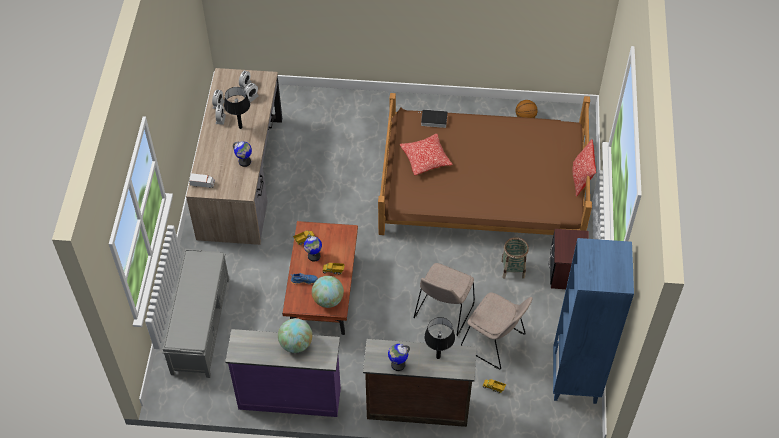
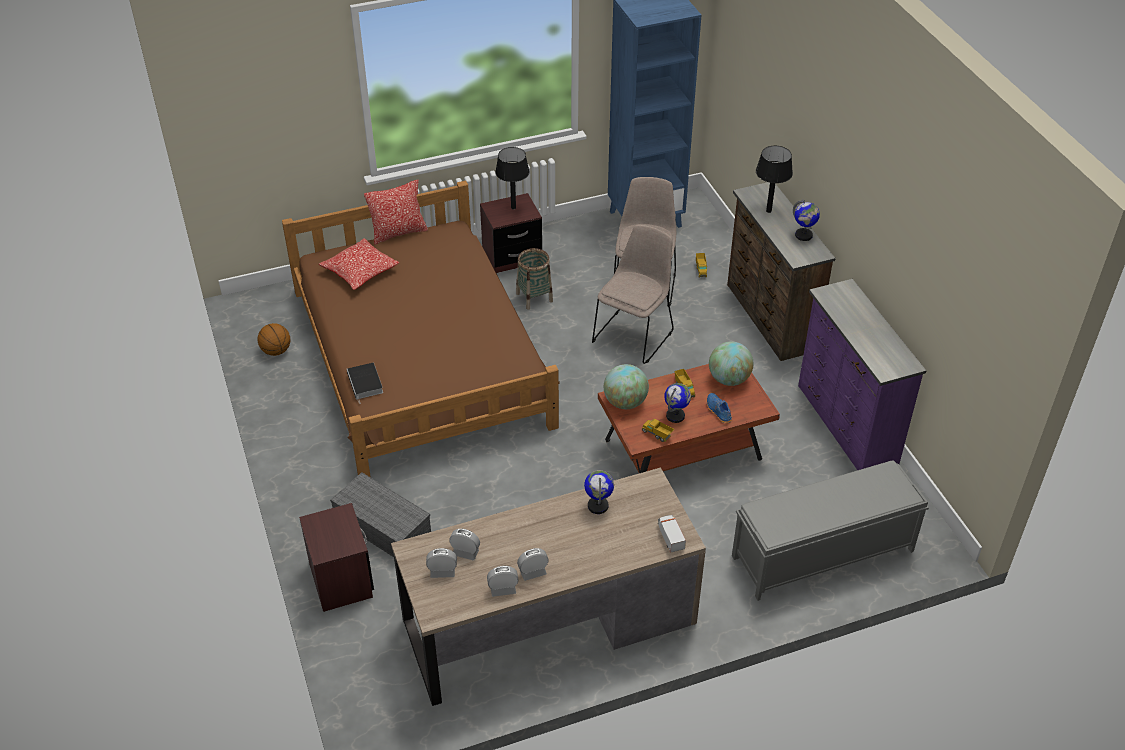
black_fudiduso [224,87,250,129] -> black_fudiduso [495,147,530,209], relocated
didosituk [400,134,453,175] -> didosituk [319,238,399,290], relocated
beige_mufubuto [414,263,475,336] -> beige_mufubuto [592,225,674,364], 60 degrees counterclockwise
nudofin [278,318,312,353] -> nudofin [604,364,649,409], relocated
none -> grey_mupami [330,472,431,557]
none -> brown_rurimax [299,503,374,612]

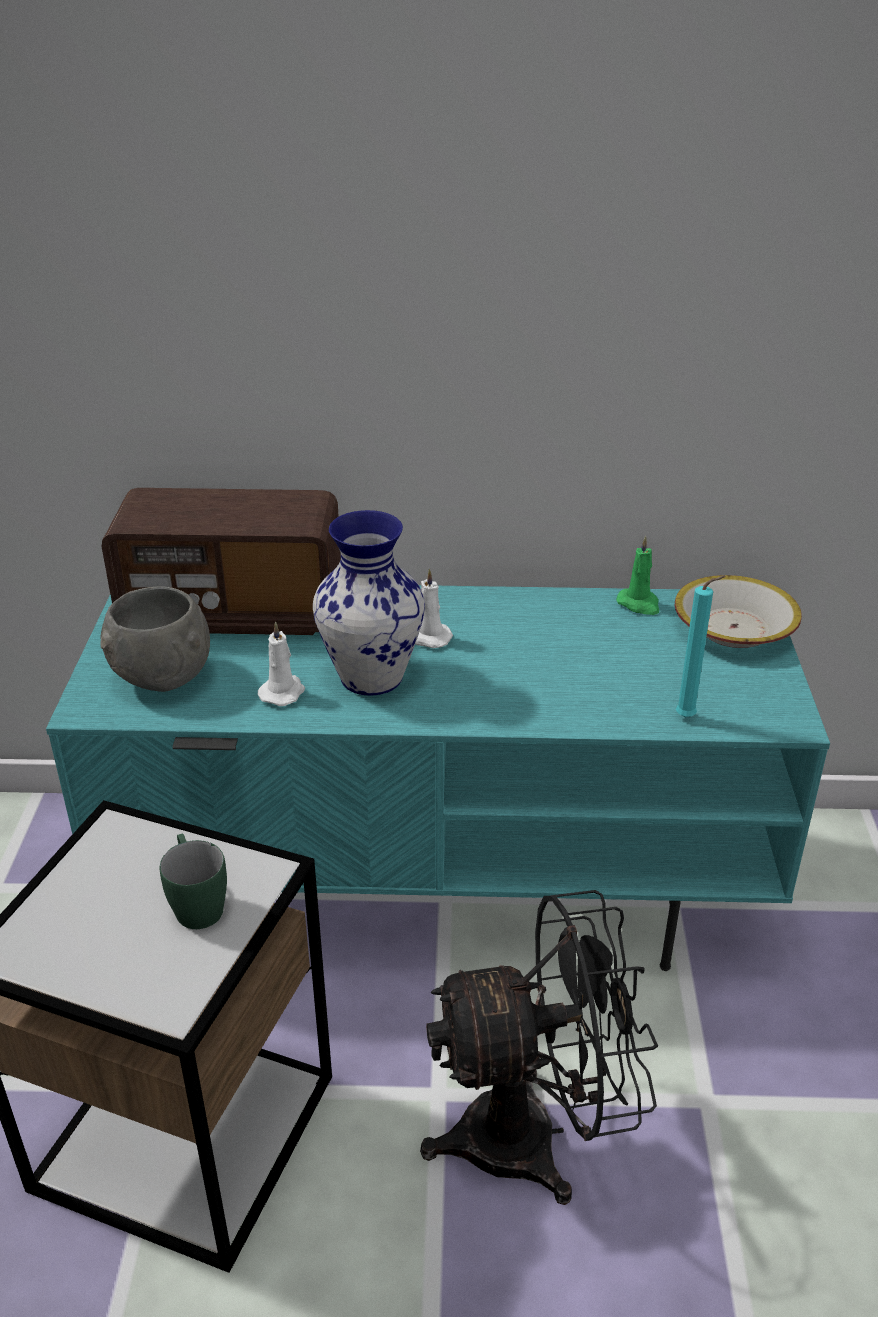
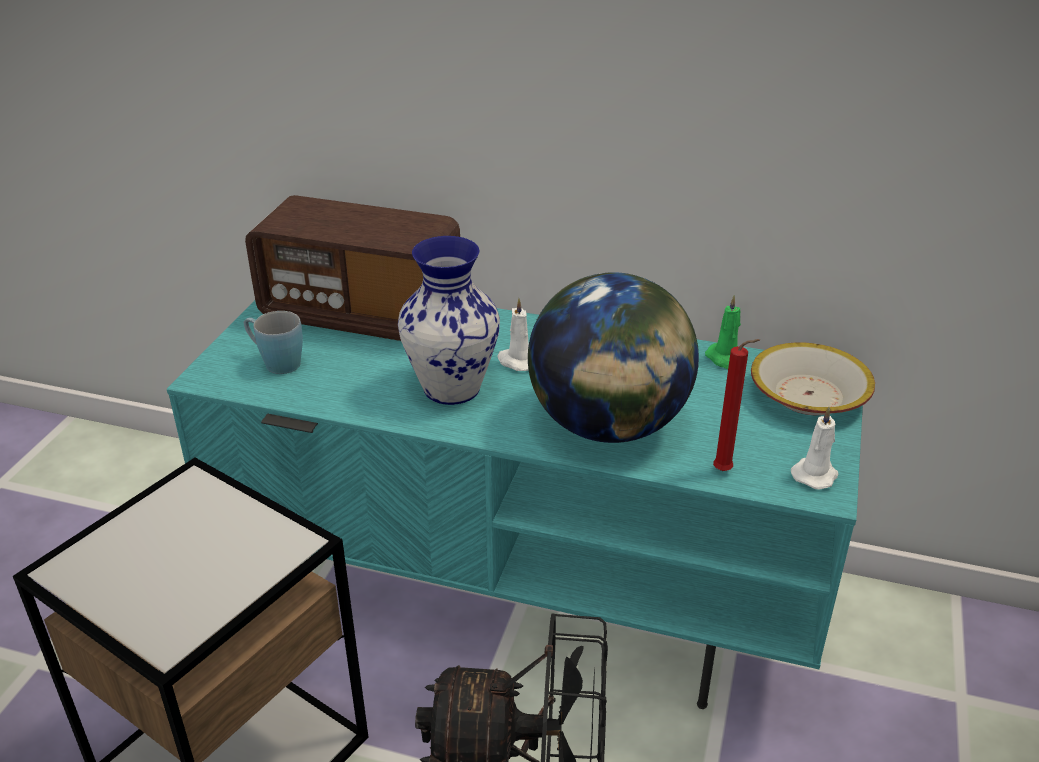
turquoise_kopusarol [676,576,726,717] -> red_kopusarol [713,339,760,471]
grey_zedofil [101,586,210,692] -> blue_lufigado [244,311,303,374]
white_kopusarol [258,622,305,706] -> white_kopusarol [791,407,839,490], relocated
green_lufigado [159,833,227,929] -> none
none -> nudofin [528,272,699,443]

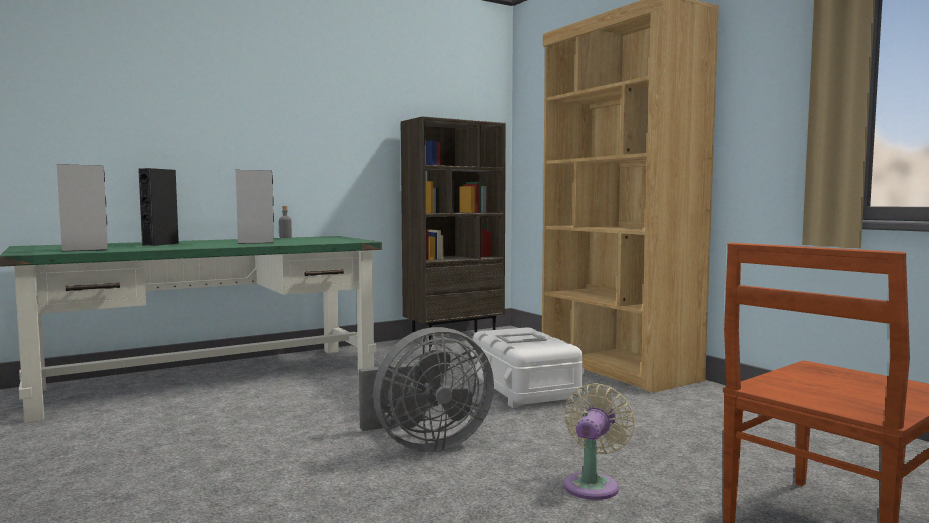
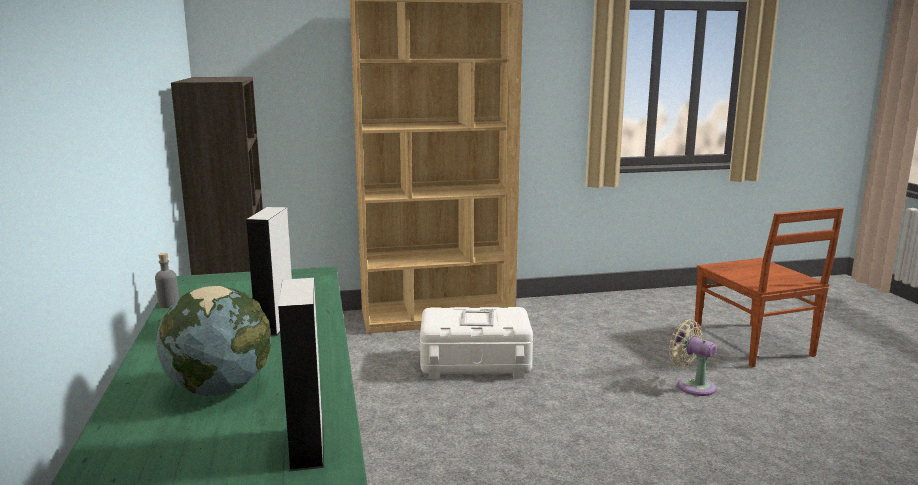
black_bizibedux [138,168,179,246] -> nudofin [156,286,271,396]
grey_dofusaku [359,327,494,452] -> none

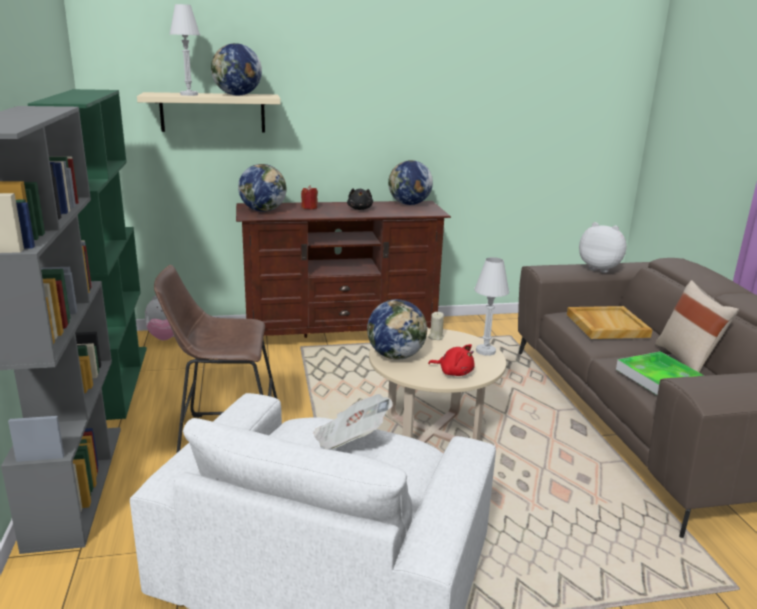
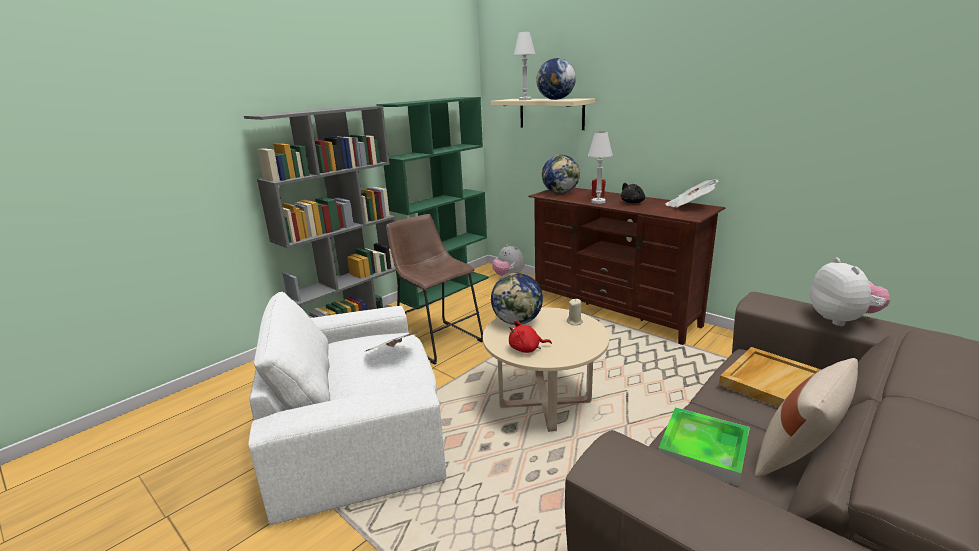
nudofin [388,160,433,205] -> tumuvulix [665,179,719,208]
white_fudiduso [474,257,509,356] -> white_fudiduso [588,131,613,204], relocated
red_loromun [428,344,475,376] -> red_loromun [509,321,552,353], 90 degrees clockwise

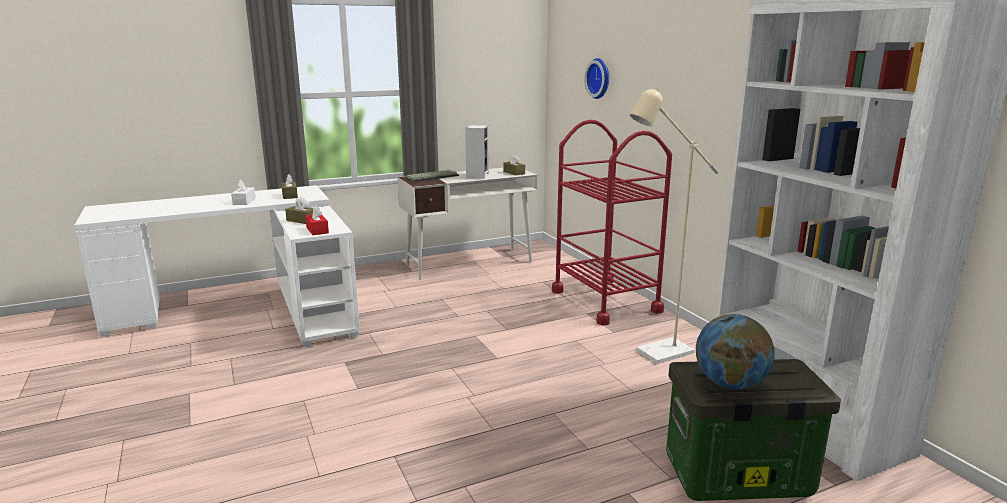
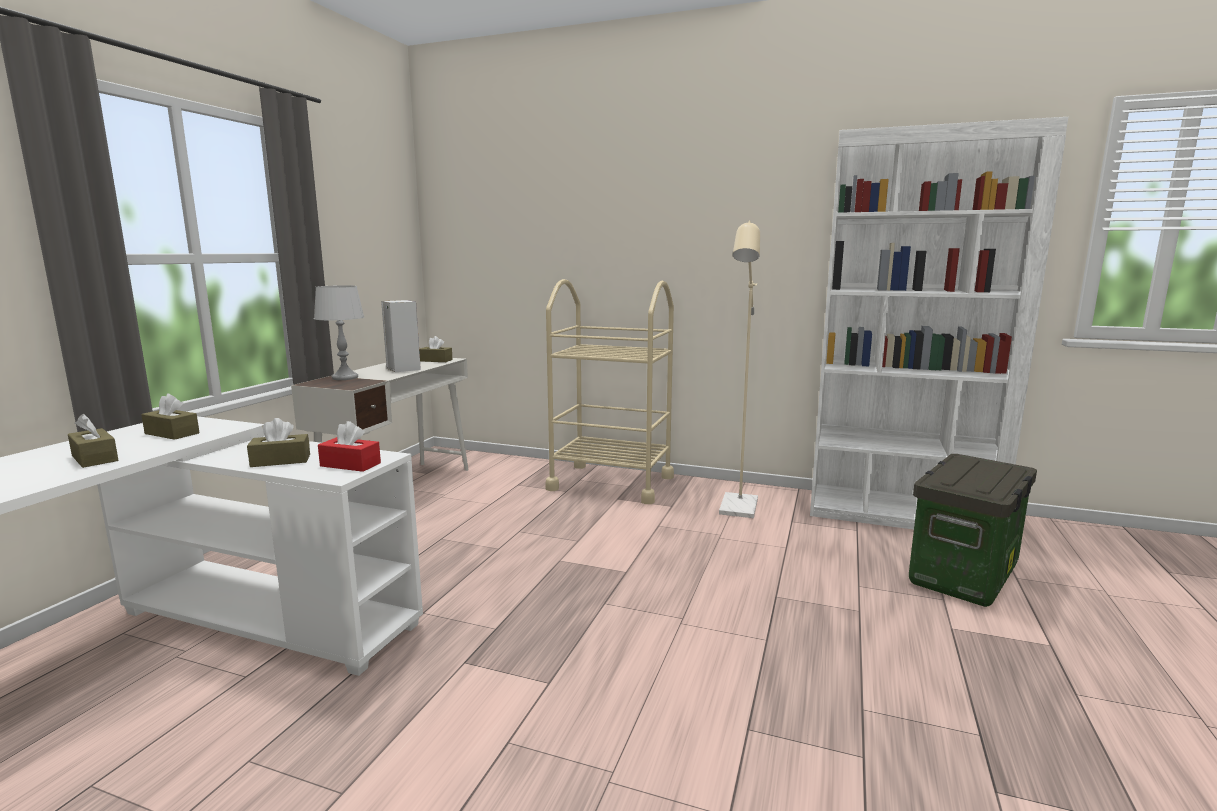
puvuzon [584,58,609,99] -> none
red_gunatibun [552,120,672,325] -> beige_gunatibun [546,279,674,504]
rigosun [405,170,459,182] -> grey_fudiduso [314,285,364,380]
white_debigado [231,179,256,205] -> brown_debigado [68,414,118,468]
nudofin [696,314,775,389] -> none

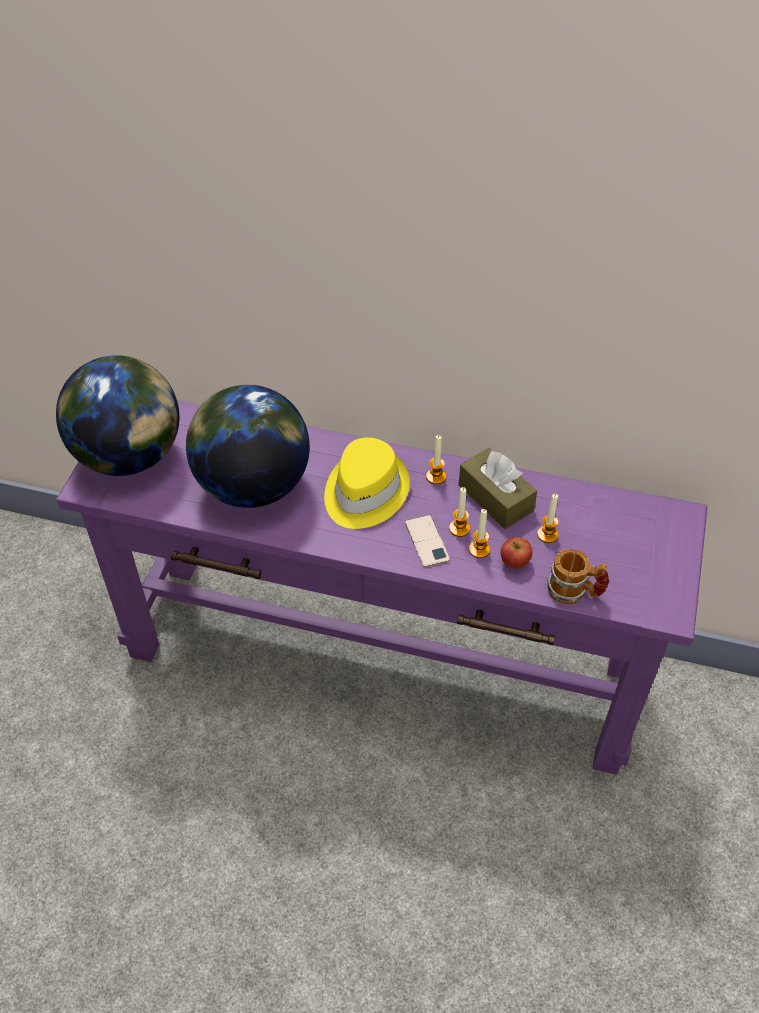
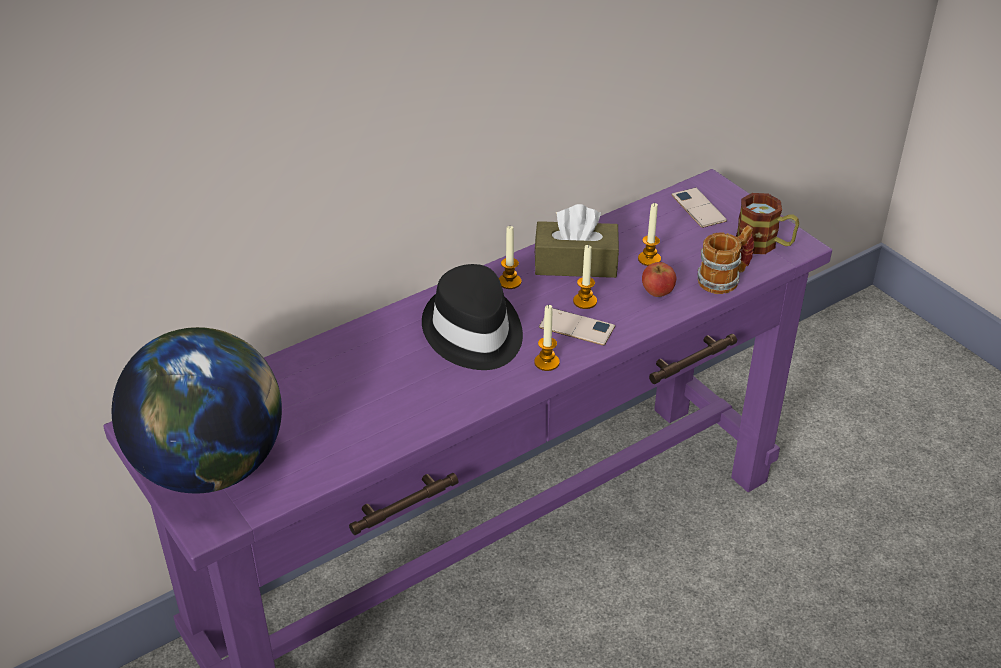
nudofin [186,385,310,508] -> none
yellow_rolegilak [324,438,410,529] -> black_rolegilak [422,264,523,370]
kopusarol [469,509,490,558] -> kopusarol [534,304,560,371], relocated
none -> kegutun [672,188,727,228]
none -> lufigado [736,193,799,254]

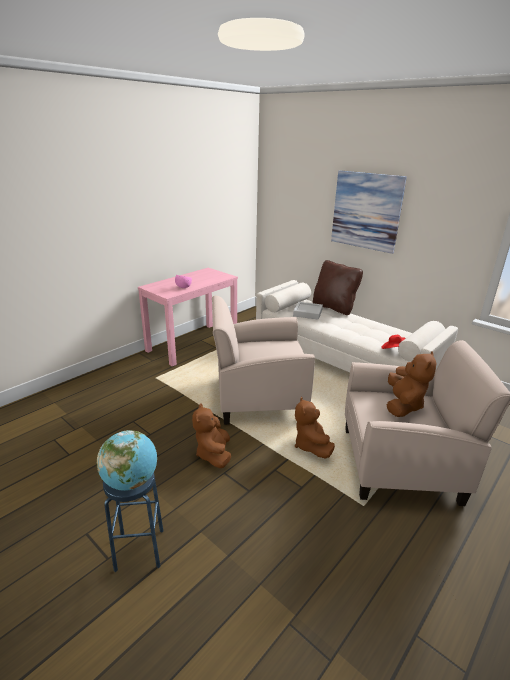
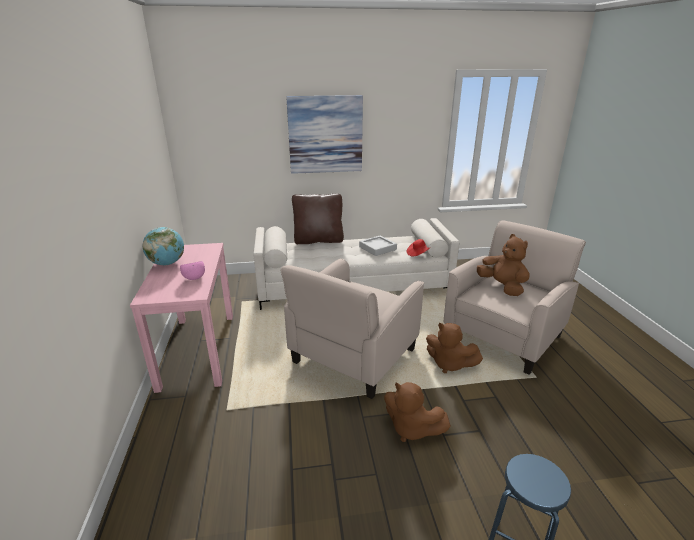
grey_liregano [293,302,323,320] -> grey_liregano [359,235,397,256], relocated
nudofin [97,430,157,491] -> nudofin [142,227,184,266], relocated

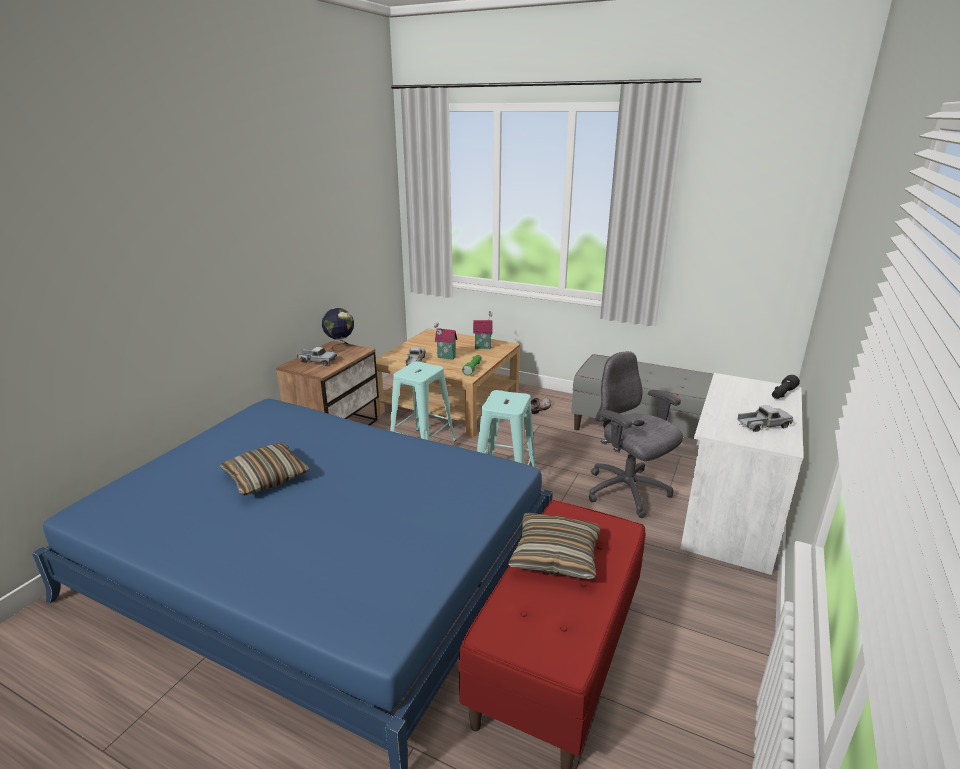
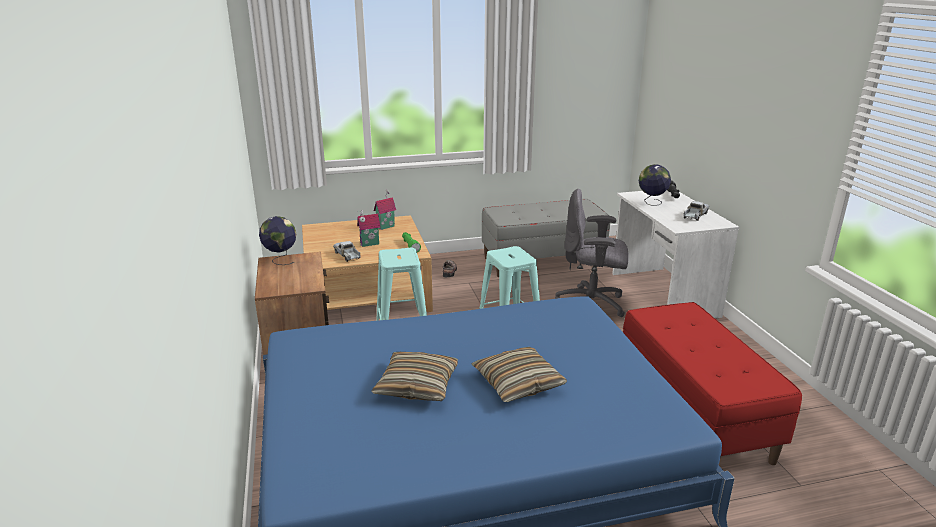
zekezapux [296,347,337,366] -> none
didosituk [508,513,600,580] -> didosituk [471,347,567,402], relocated
none -> nudofin [639,164,671,206]

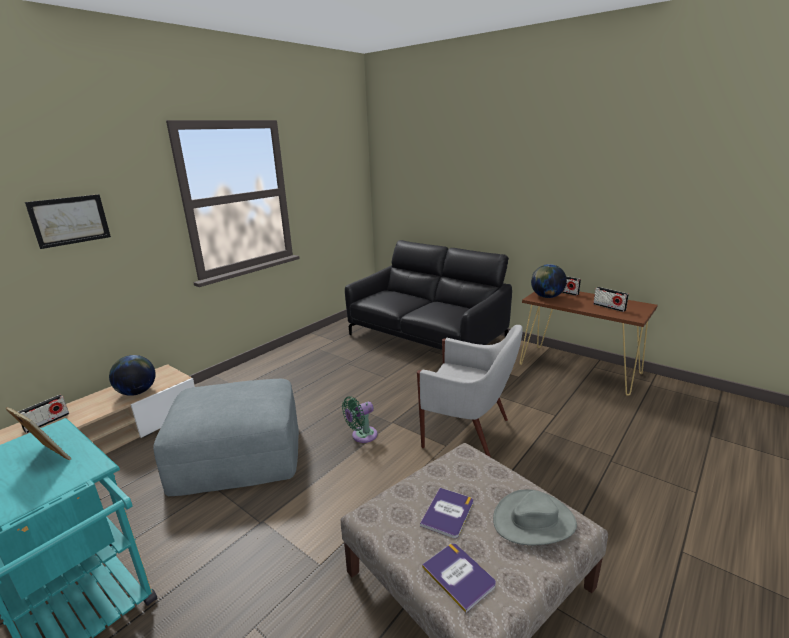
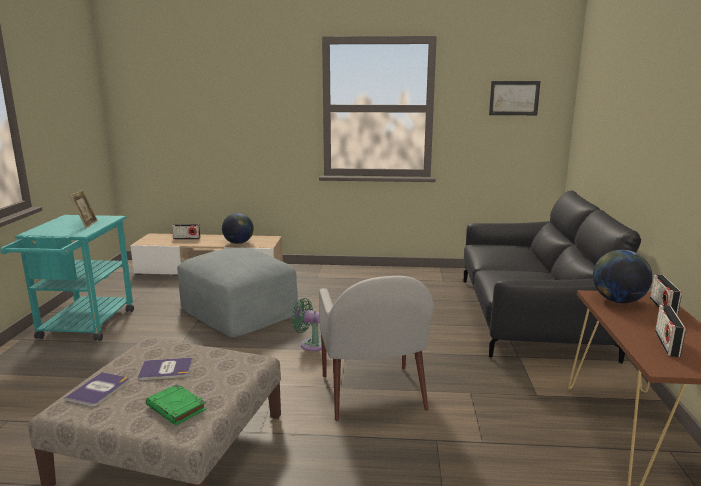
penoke [25,194,111,249] -> penoke [489,81,541,115], relocated
grey_rolegilak [493,489,577,545] -> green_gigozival [146,384,206,425]

